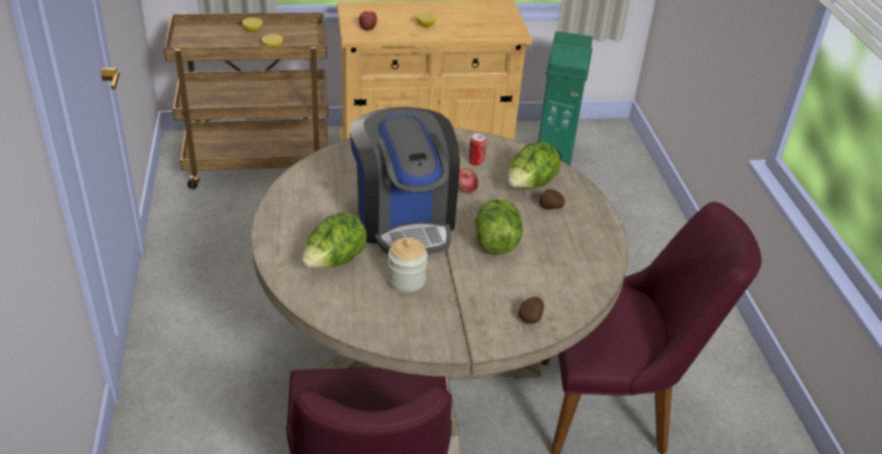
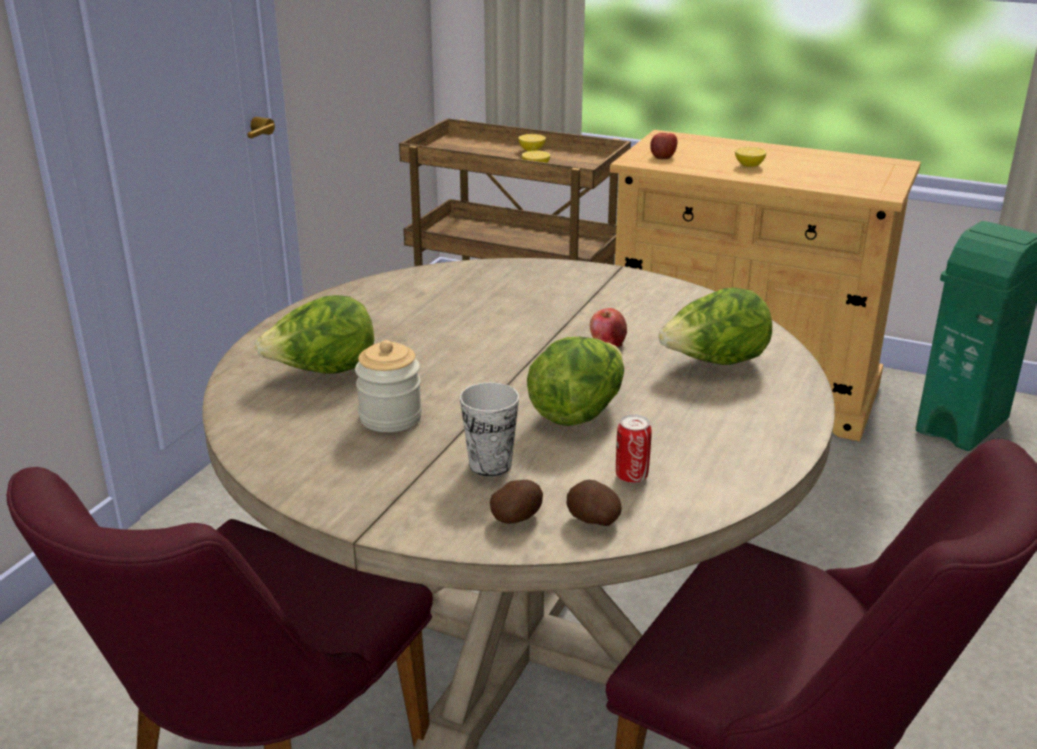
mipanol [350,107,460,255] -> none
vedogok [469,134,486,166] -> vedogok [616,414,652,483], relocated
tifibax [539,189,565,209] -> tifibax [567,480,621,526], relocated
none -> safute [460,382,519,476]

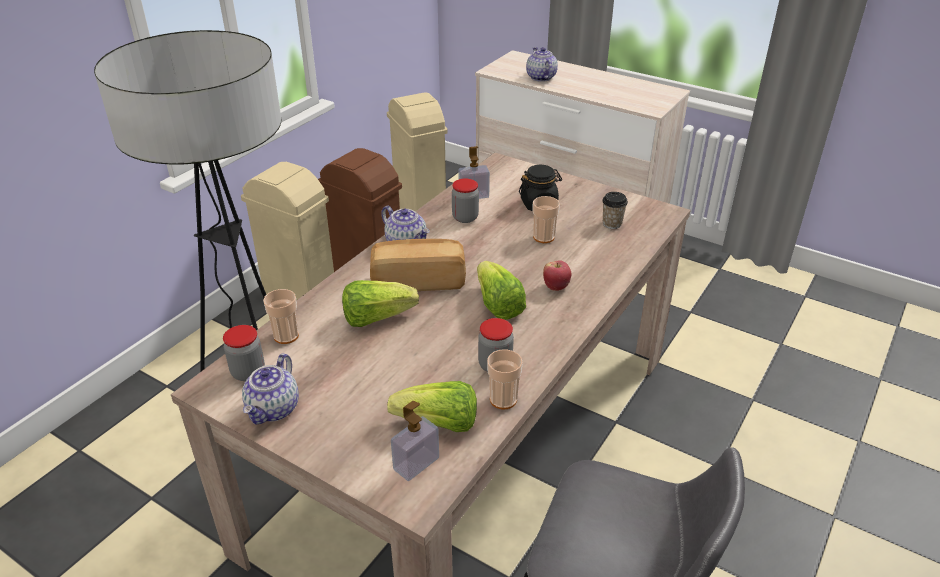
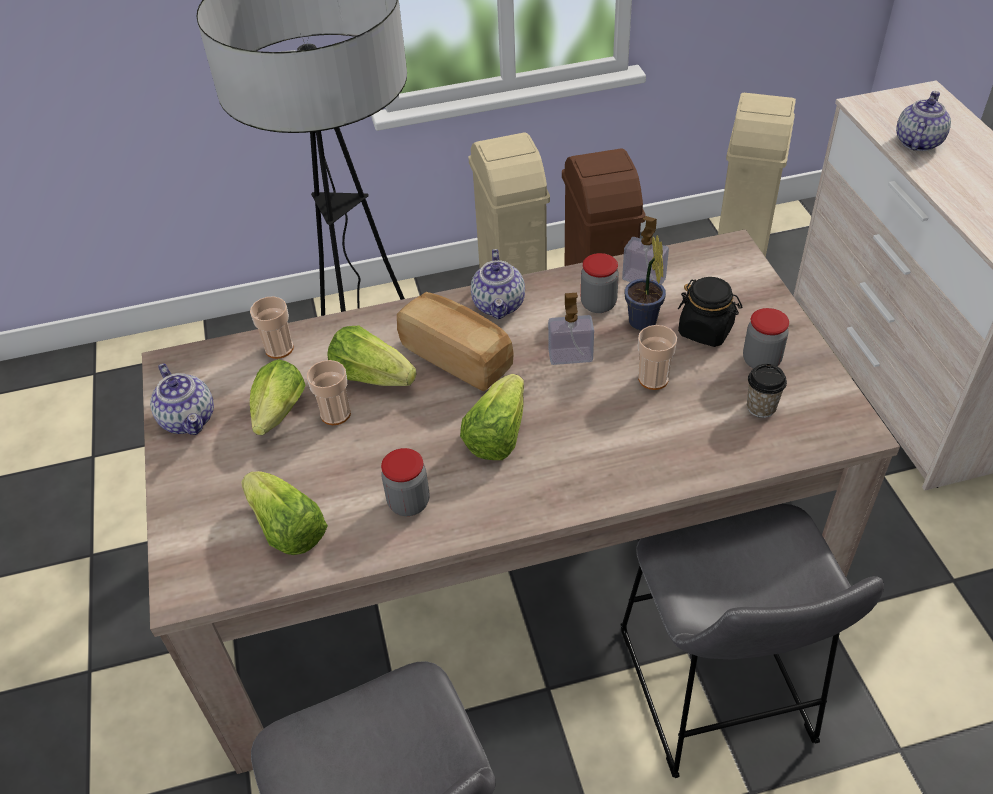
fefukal [543,260,571,291] -> none
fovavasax [223,325,265,381] -> fovavasax [743,308,789,369], relocated
safute [487,349,523,409] -> safute [307,360,351,425], relocated
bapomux [242,354,299,424] -> bapomux [150,363,214,435], 90 degrees counterclockwise
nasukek [391,401,439,481] -> nasukek [548,293,594,365], relocated
none -> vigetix [625,235,666,331]
none -> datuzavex [250,359,305,435]
none -> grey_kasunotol [620,504,884,778]

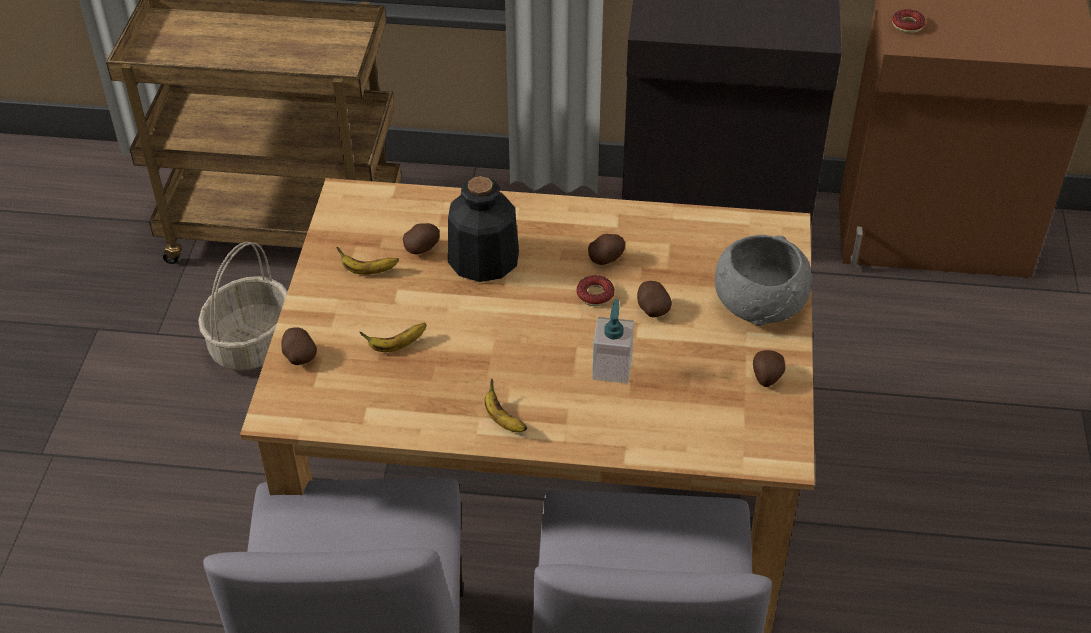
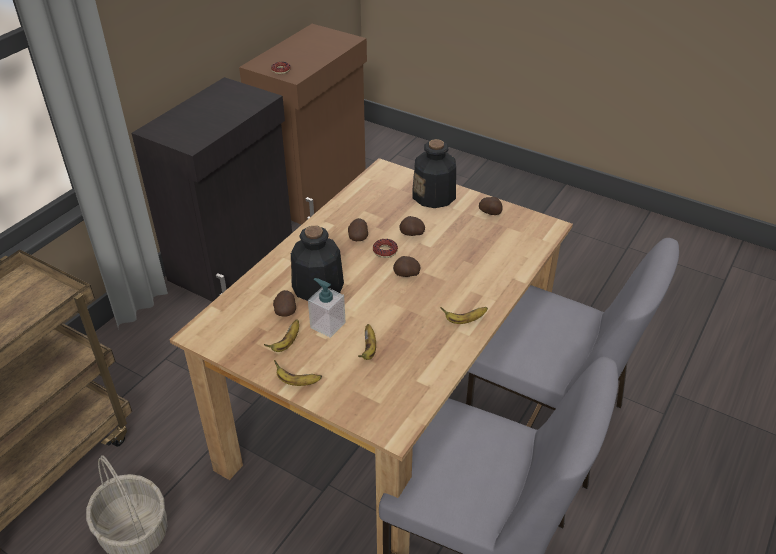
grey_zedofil [715,235,812,326] -> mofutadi [412,139,456,208]
nasukek [592,299,634,383] -> nasukek [308,278,346,338], relocated
tifibax [281,327,317,365] -> tifibax [393,256,420,277], relocated
none -> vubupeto [274,360,322,386]

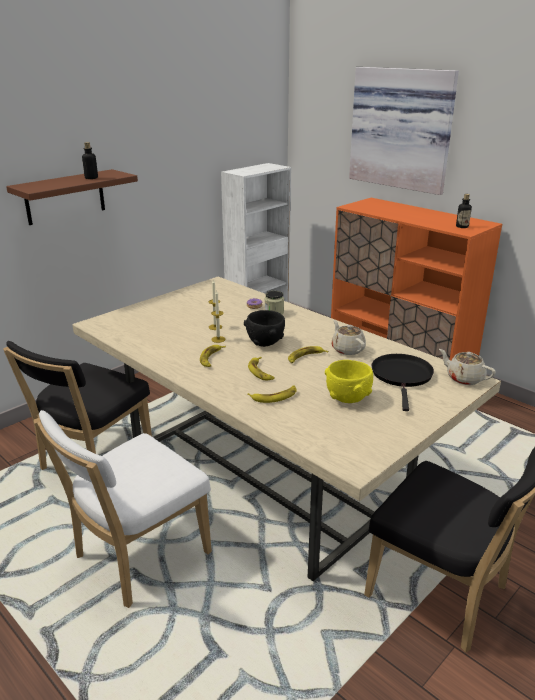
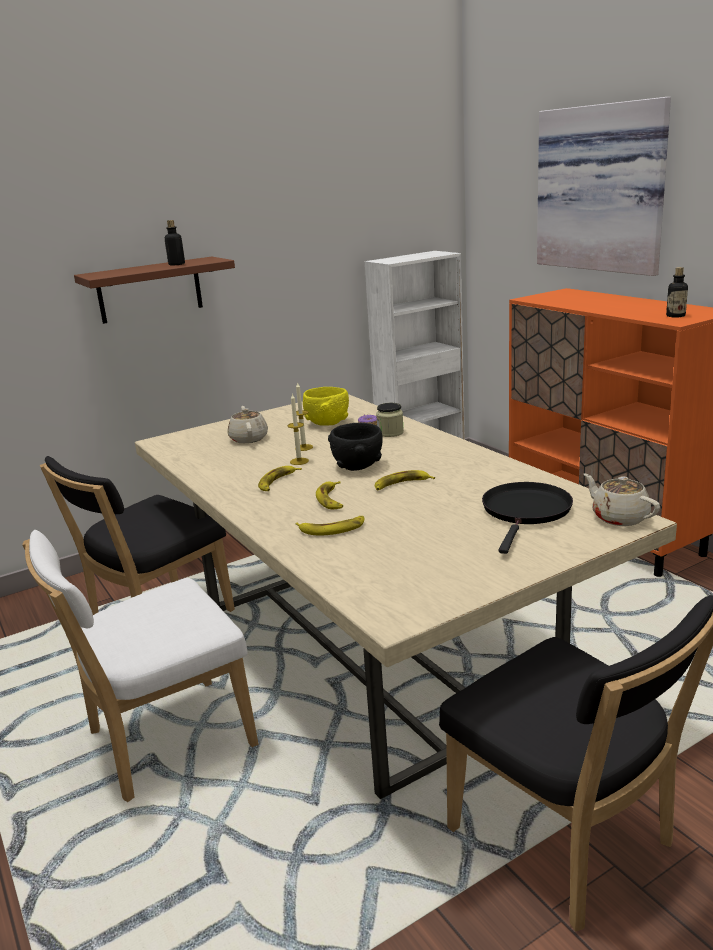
beige_bapomux [332,320,366,355] -> beige_bapomux [227,406,268,443], relocated
yellow_zedofil [325,360,373,403] -> yellow_zedofil [303,387,349,426], relocated

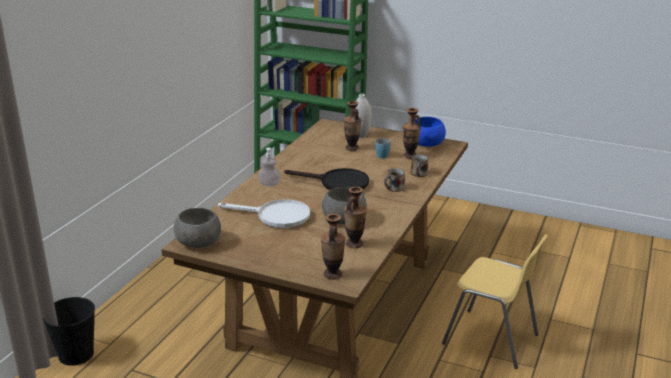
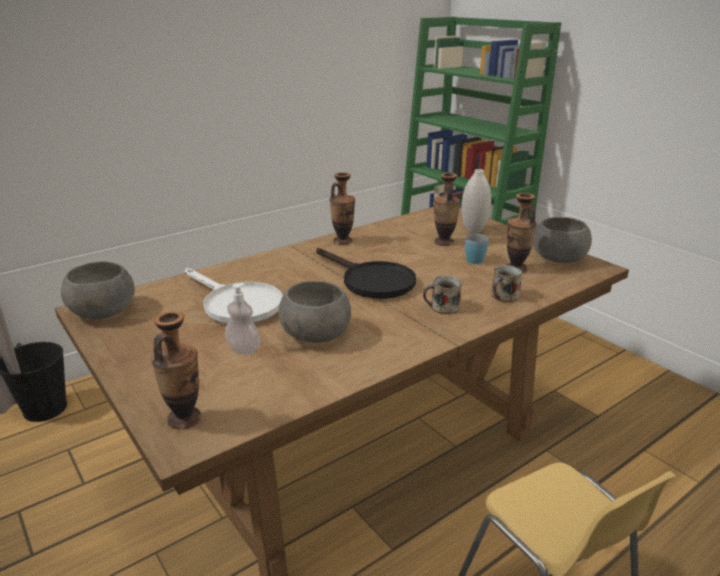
blue_zedofil [415,117,446,147] -> grey_zedofil [533,217,592,263]
nasukek [258,147,280,186] -> nasukek [225,283,260,355], relocated
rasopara [344,187,366,248] -> rasopara [329,172,355,245], relocated

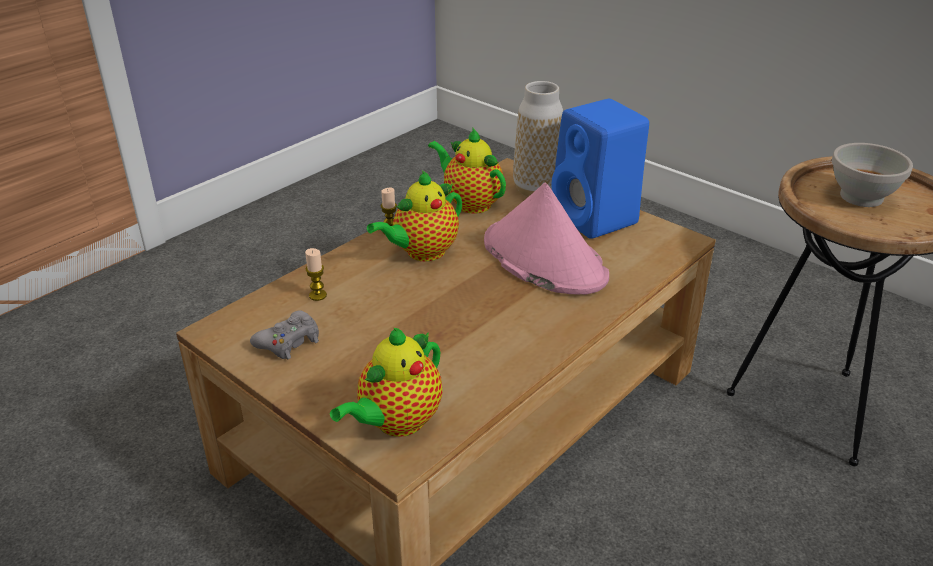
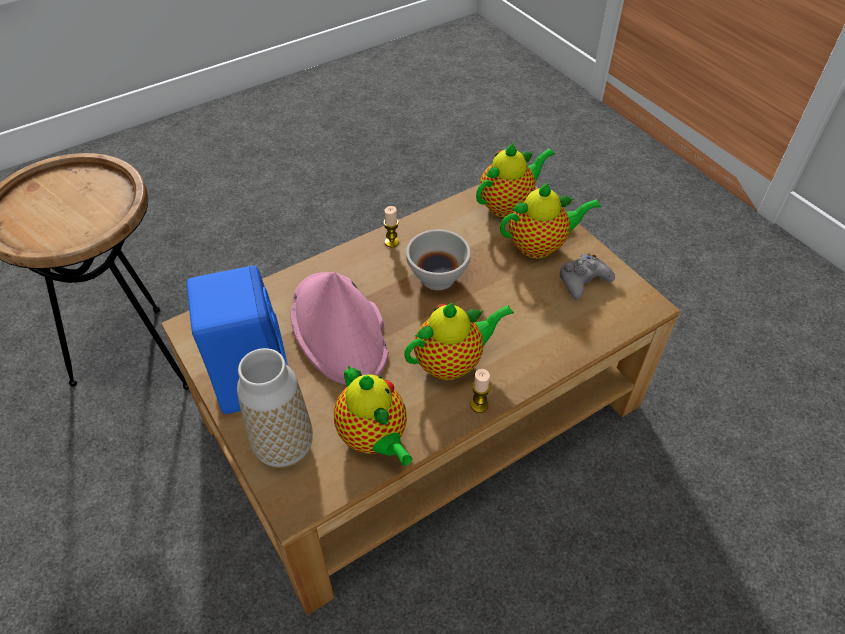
white_zedofil [832,143,913,207] -> white_zedofil [406,230,471,290], relocated
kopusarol [305,248,327,301] -> kopusarol [383,206,399,248], relocated
none -> bapomux [500,183,601,259]

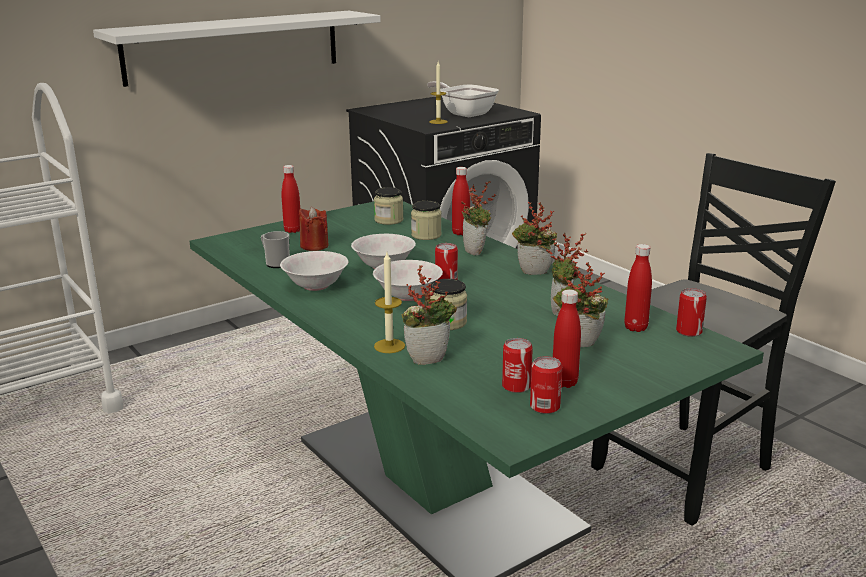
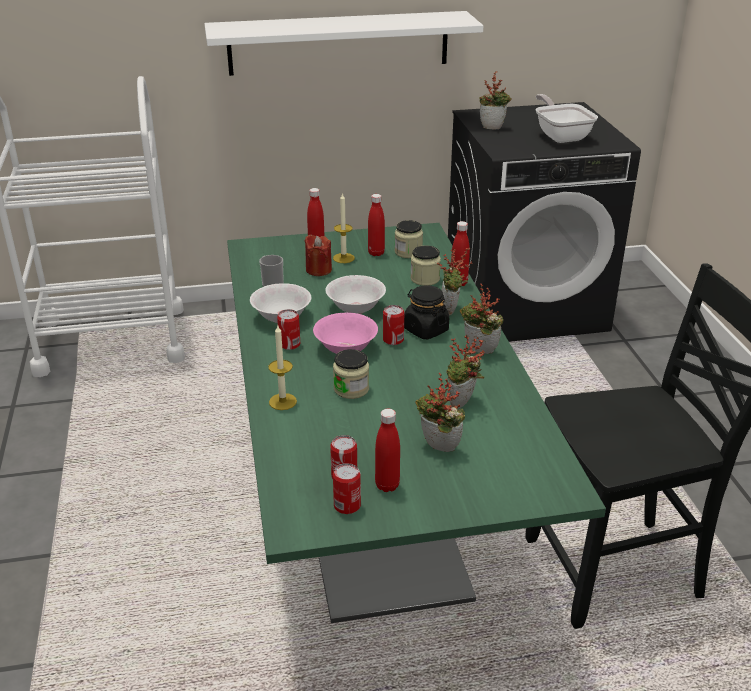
kopusarol [429,62,448,124] -> kopusarol [333,193,355,263], relocated
red_mofutadi [625,244,652,332] -> red_mofutadi [368,194,385,256], relocated
white_zedofil [373,260,443,301] -> pink_zedofil [313,313,378,354]
vigetix [401,265,457,365] -> vigetix [479,71,512,129], relocated
vedogok [676,288,707,337] -> vedogok [277,309,300,350], relocated
none -> black_fovavasax [404,285,449,339]

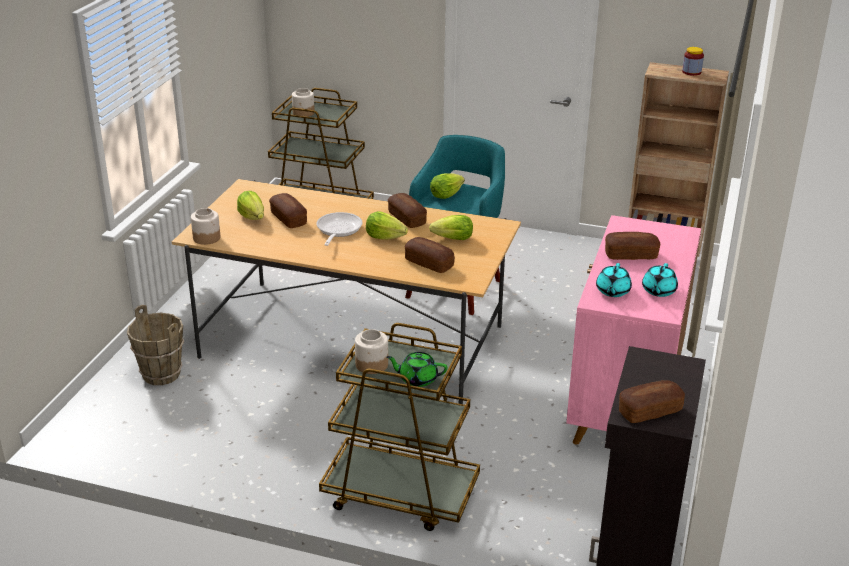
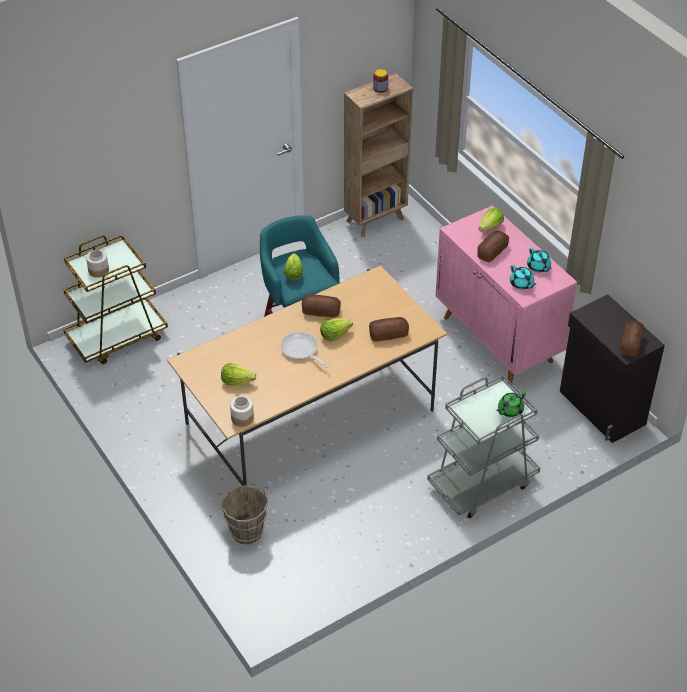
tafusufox [269,193,307,228] -> none
datuzavex [429,215,473,240] -> datuzavex [479,208,504,232], relocated
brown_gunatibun [319,323,480,531] -> grey_gunatibun [427,375,540,518]
fovavasax [355,329,388,374] -> none

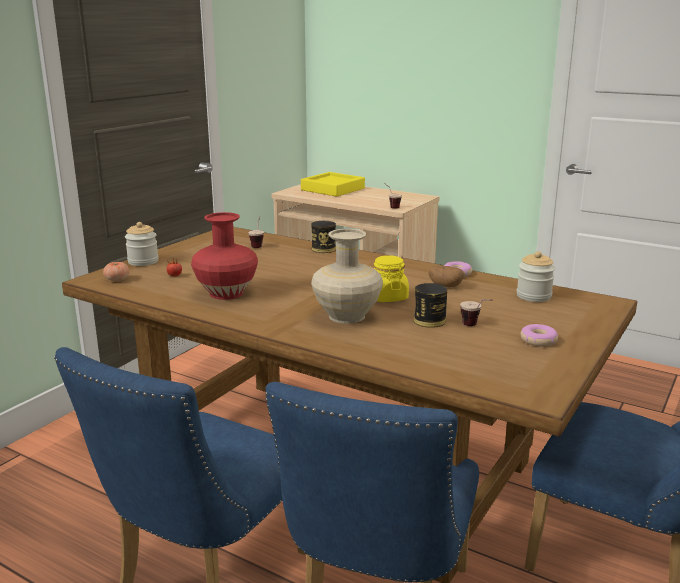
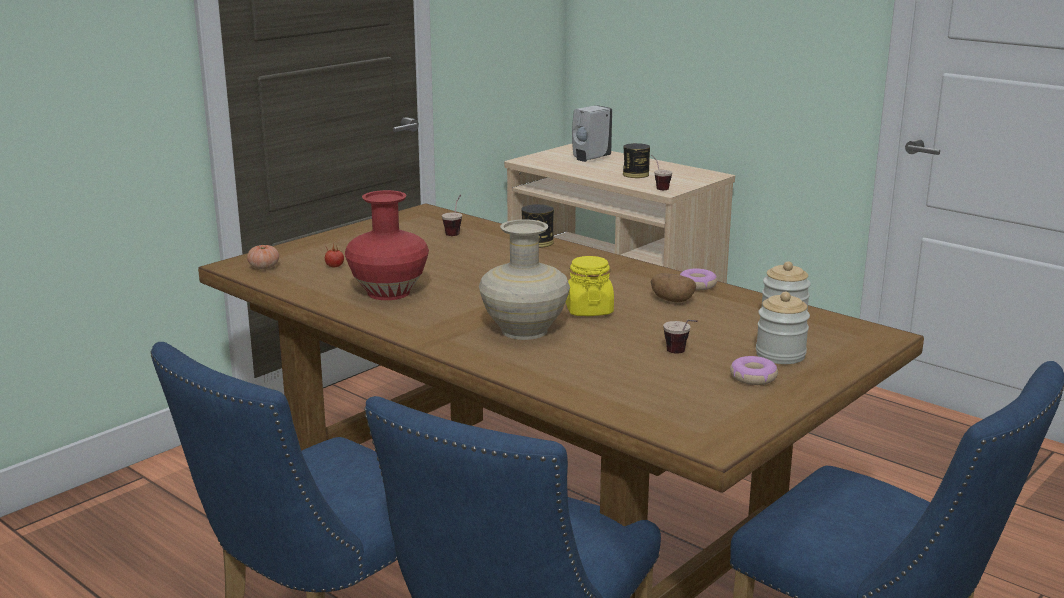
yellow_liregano [301,172,365,197] -> white_nasukek [572,105,612,162]
fovavasax [125,222,159,266] -> fovavasax [756,292,810,364], relocated
vedogok [414,283,447,328] -> vedogok [623,143,650,178], relocated

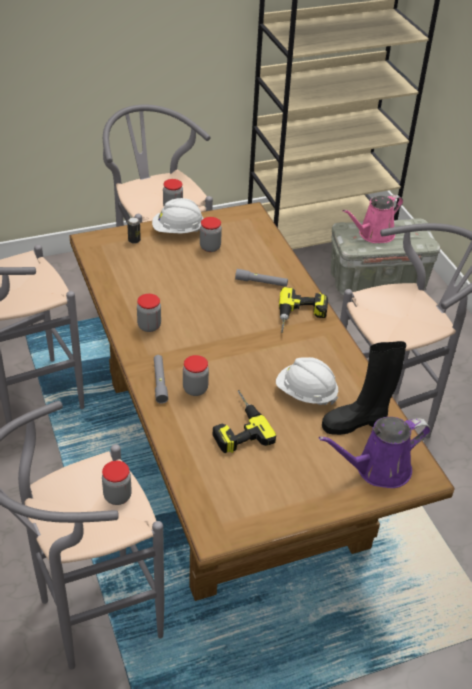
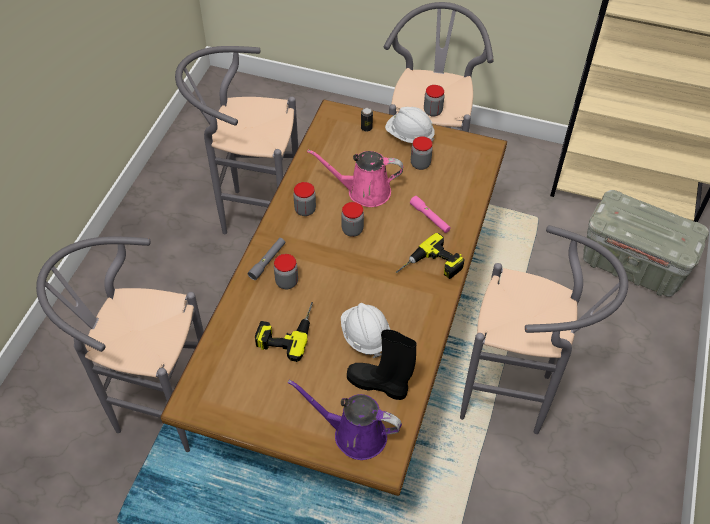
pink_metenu [343,194,403,243] -> pink_metenu [307,149,403,207], relocated
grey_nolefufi [235,269,288,287] -> pink_nolefufi [410,196,451,233]
fovavasax [102,461,132,505] -> fovavasax [341,202,364,237], relocated

